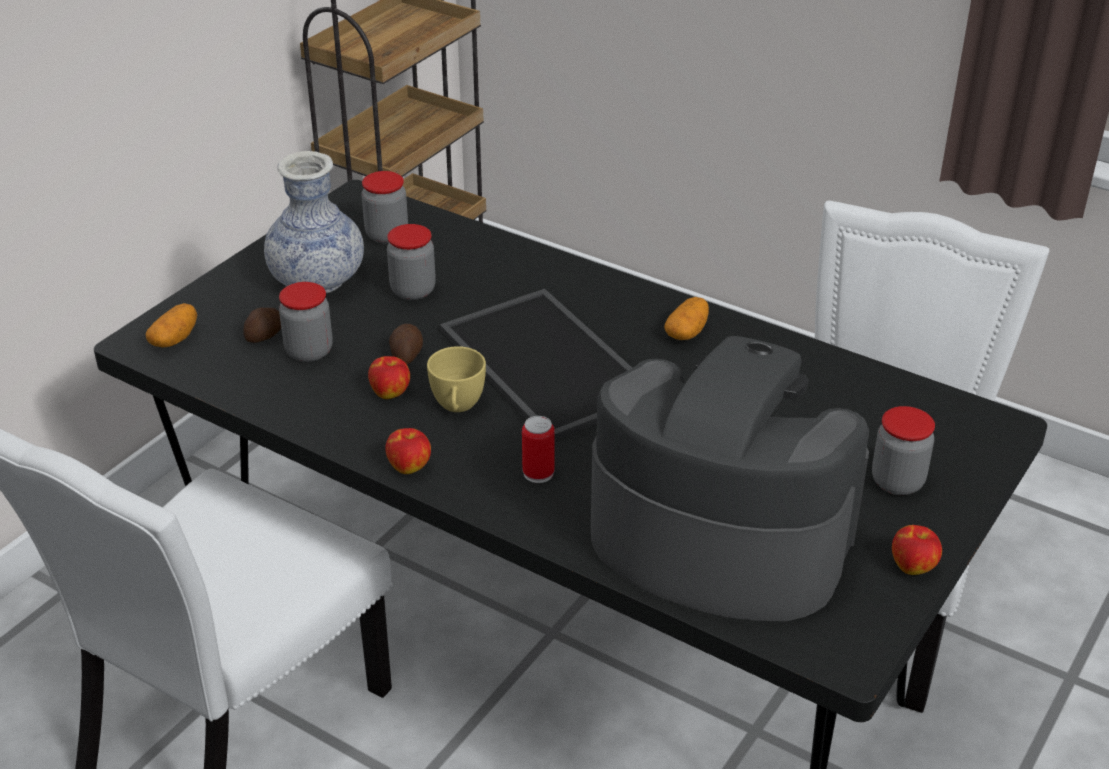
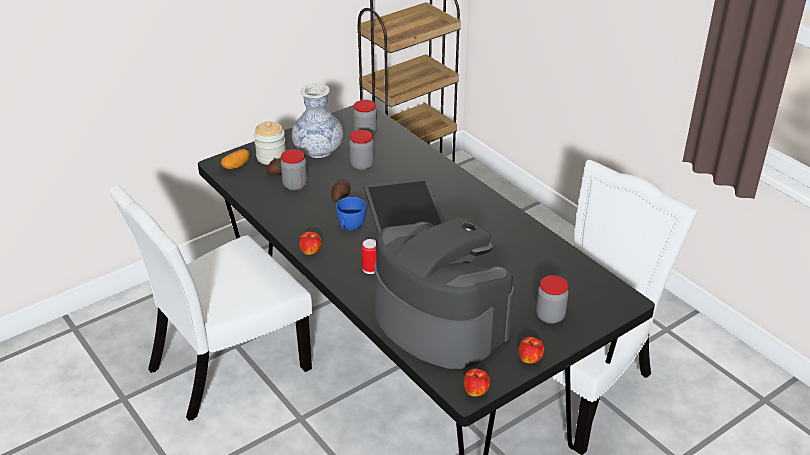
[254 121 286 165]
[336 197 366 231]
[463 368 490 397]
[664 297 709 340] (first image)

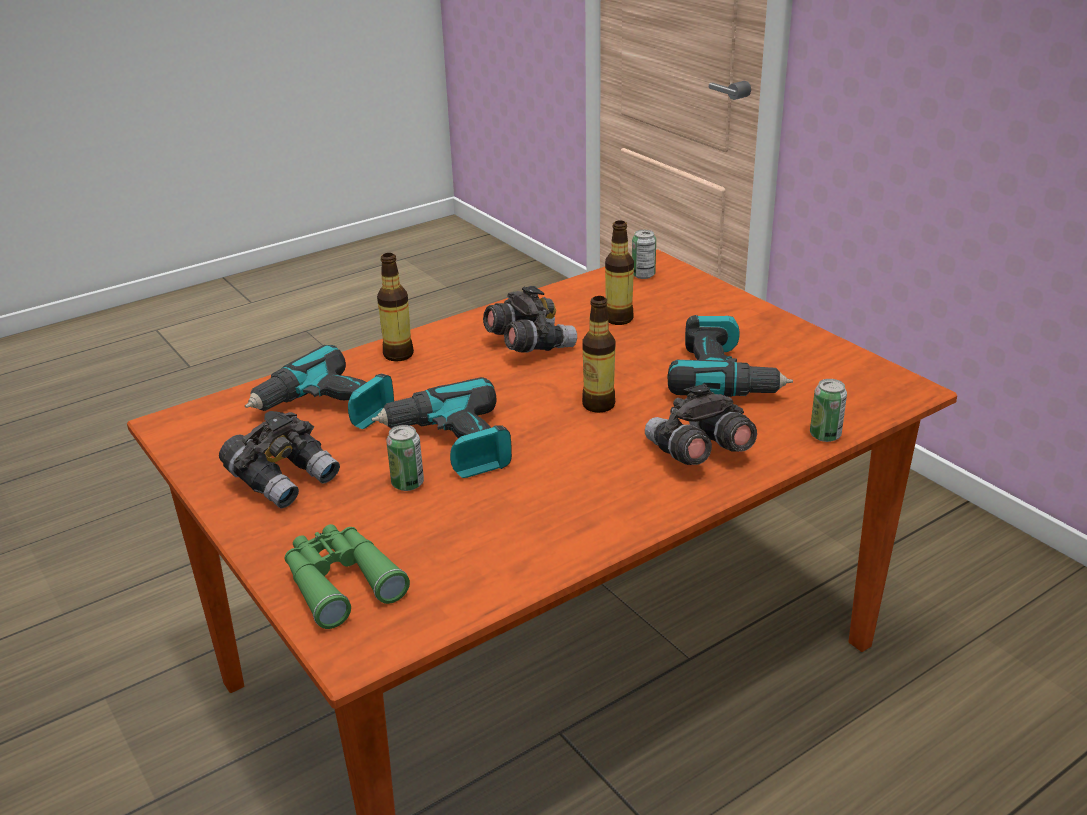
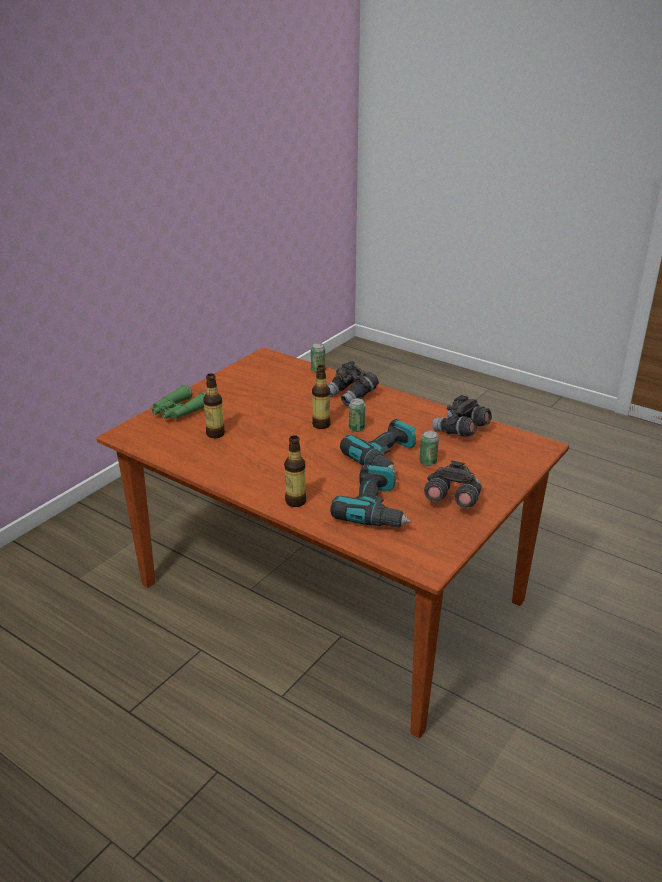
[152 385 206 419]
[349 398 366 432]
[432 395 492 437]
[667 315 793 397] (first image)

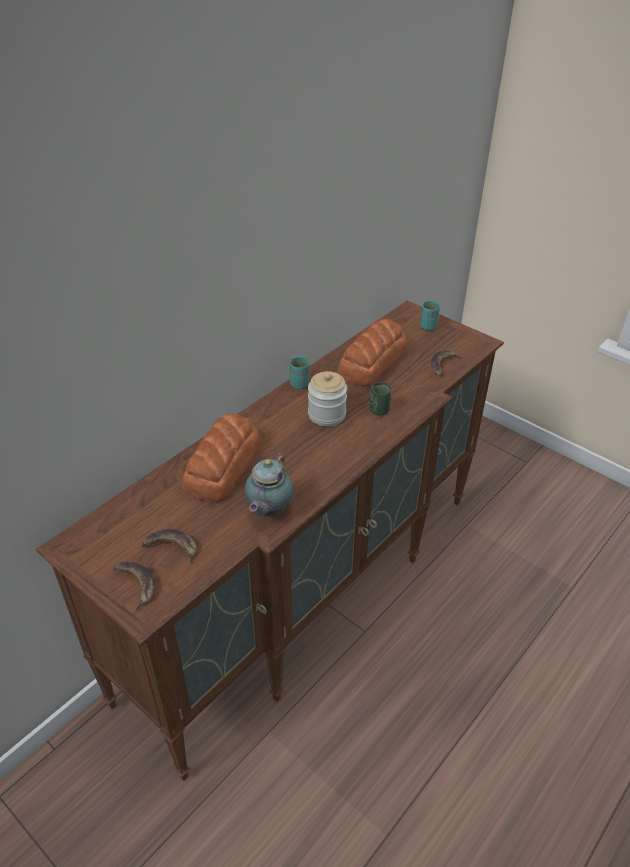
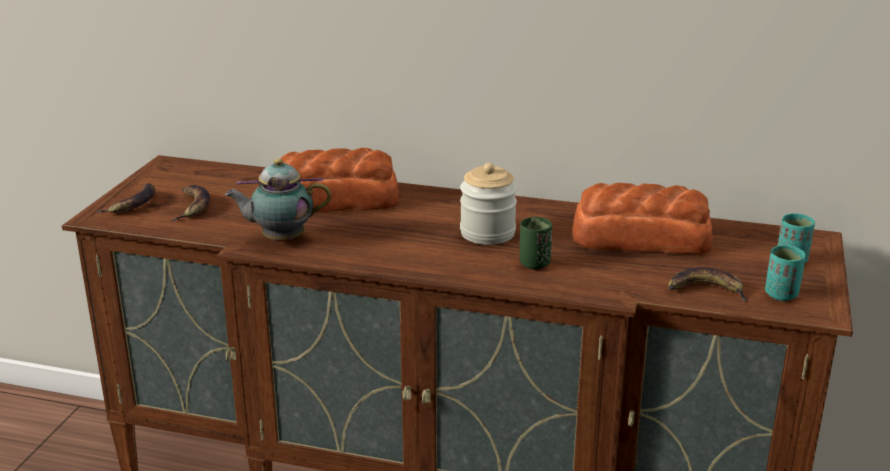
[765 245 806 301]

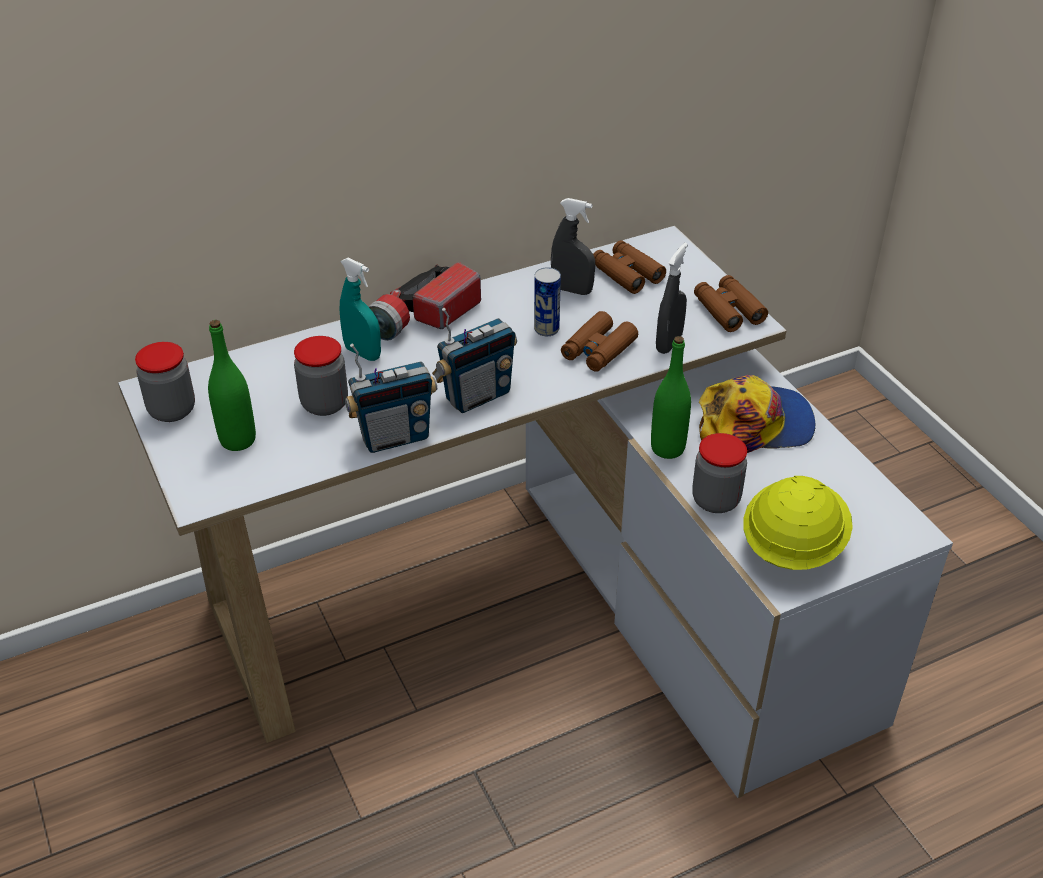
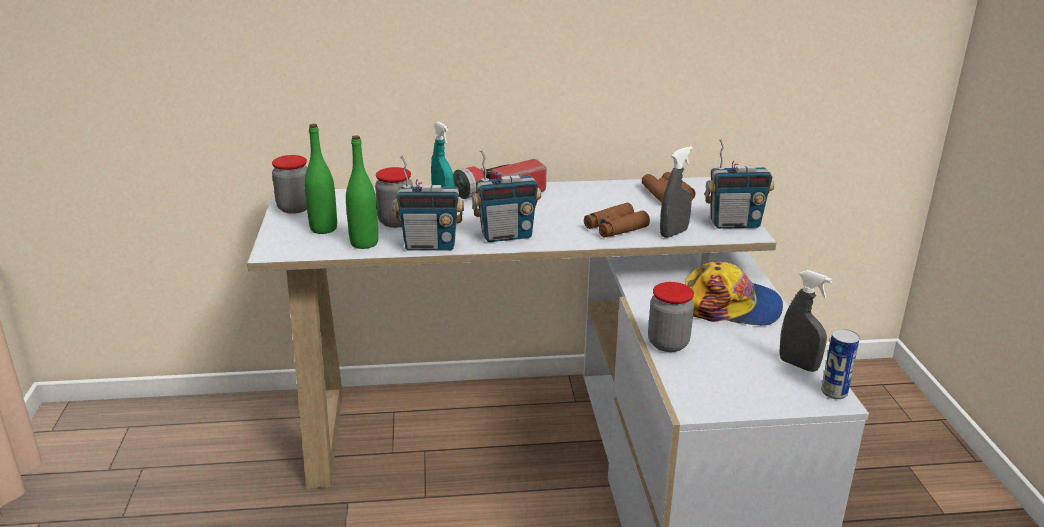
[346 135 378 249]
[704 138 774 229]
[779 270 832 372]
[821 329 860 399]
[743 476 853 570] (first image)

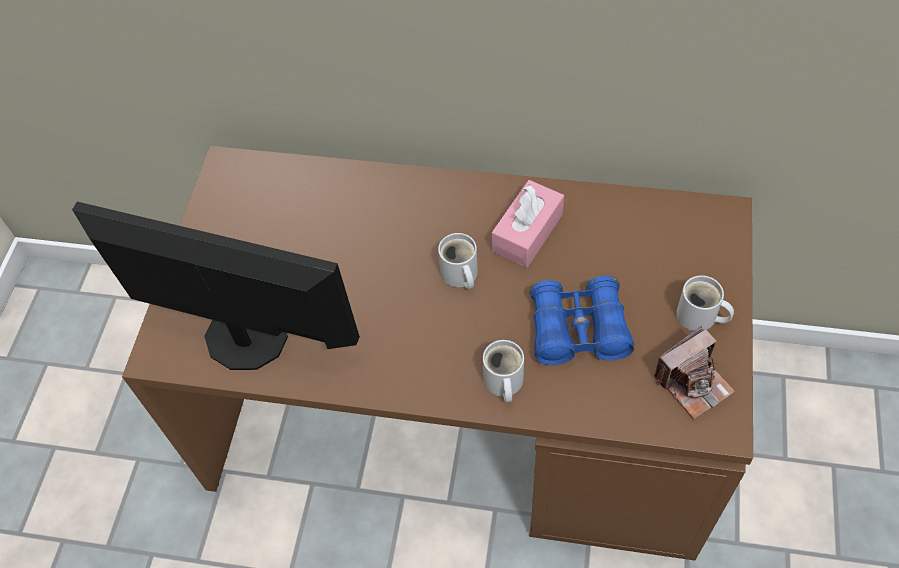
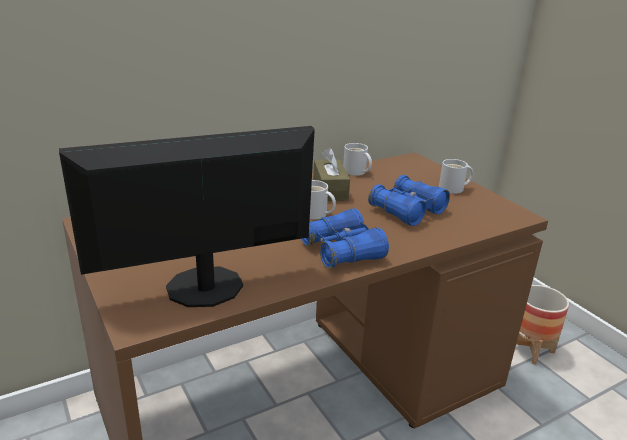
[301 209 389 269]
[313 148 350 201]
[343 143 372 176]
[516 285 569 365]
[654 326 735 419] (first image)

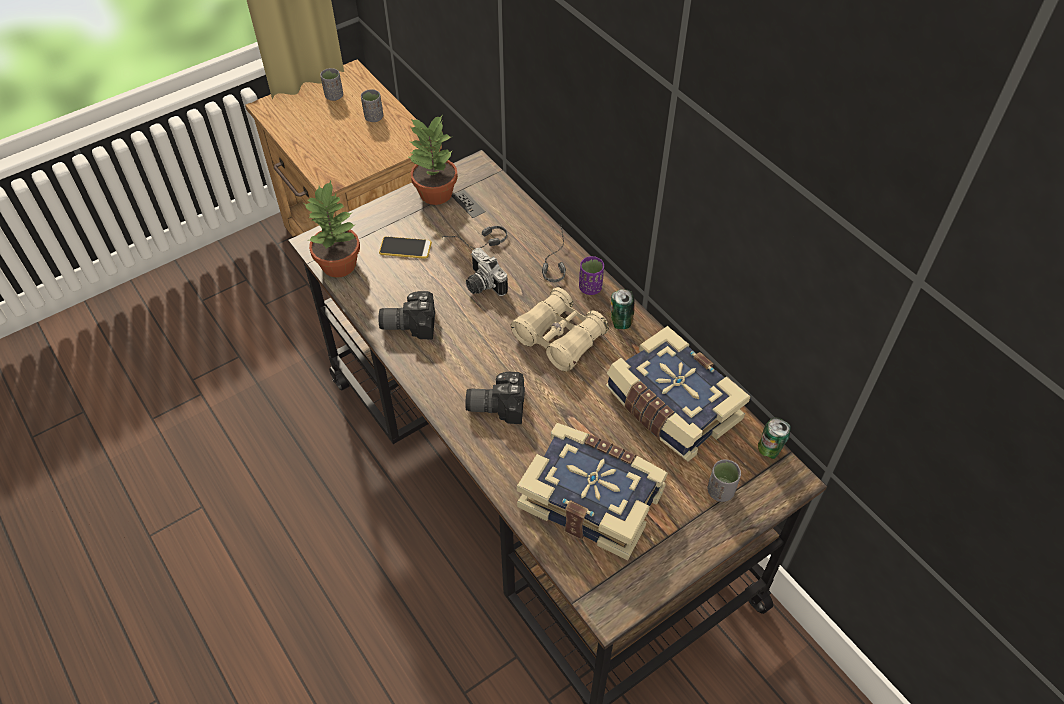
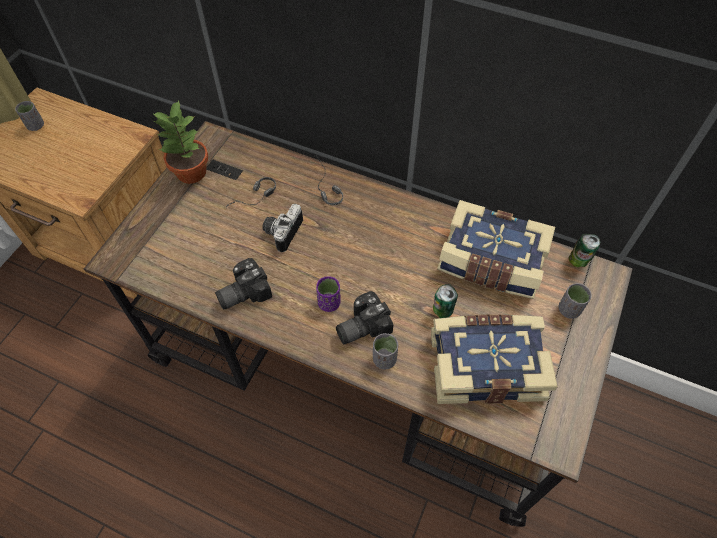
[262 204 303 252]
[316 276 340 312]
[373 333 398 369]
[433 284 458 318]
[303 180 360 278] (first image)
[379 236 432 259] (first image)
[511 287 609 372] (first image)

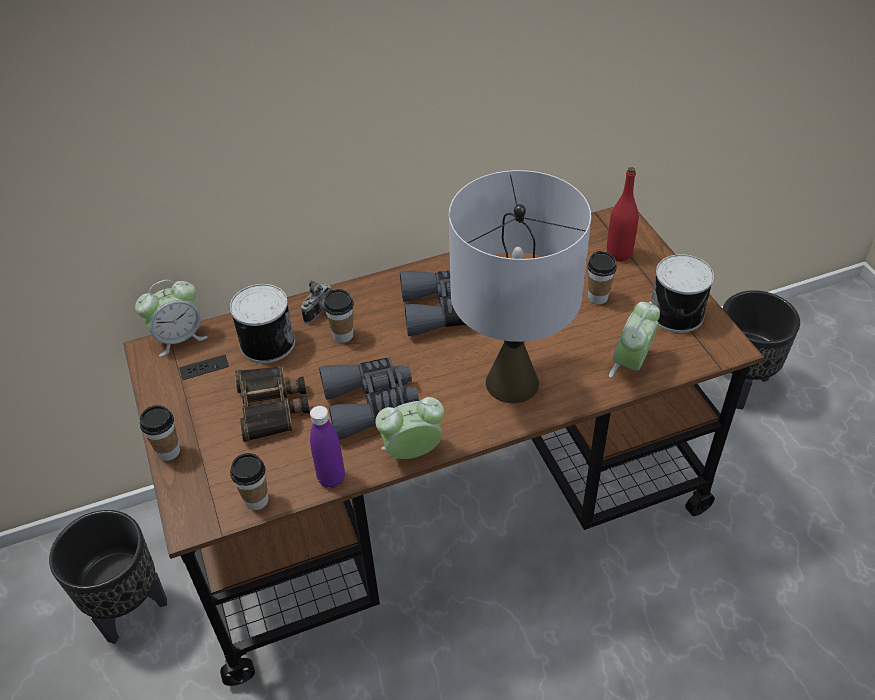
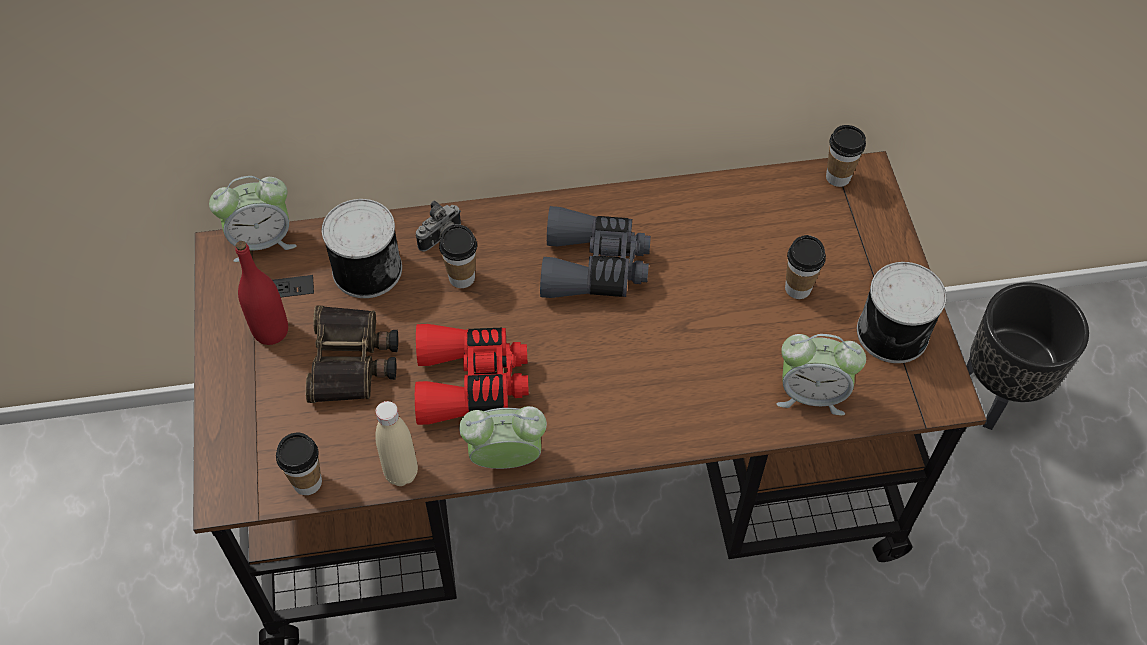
[235 241 288 345]
[375 401 418 486]
[415 324 529 425]
[777 334 866 415]
[826 125 866 187]
[49 510 167 644] (first image)
[449 170 591 403] (first image)

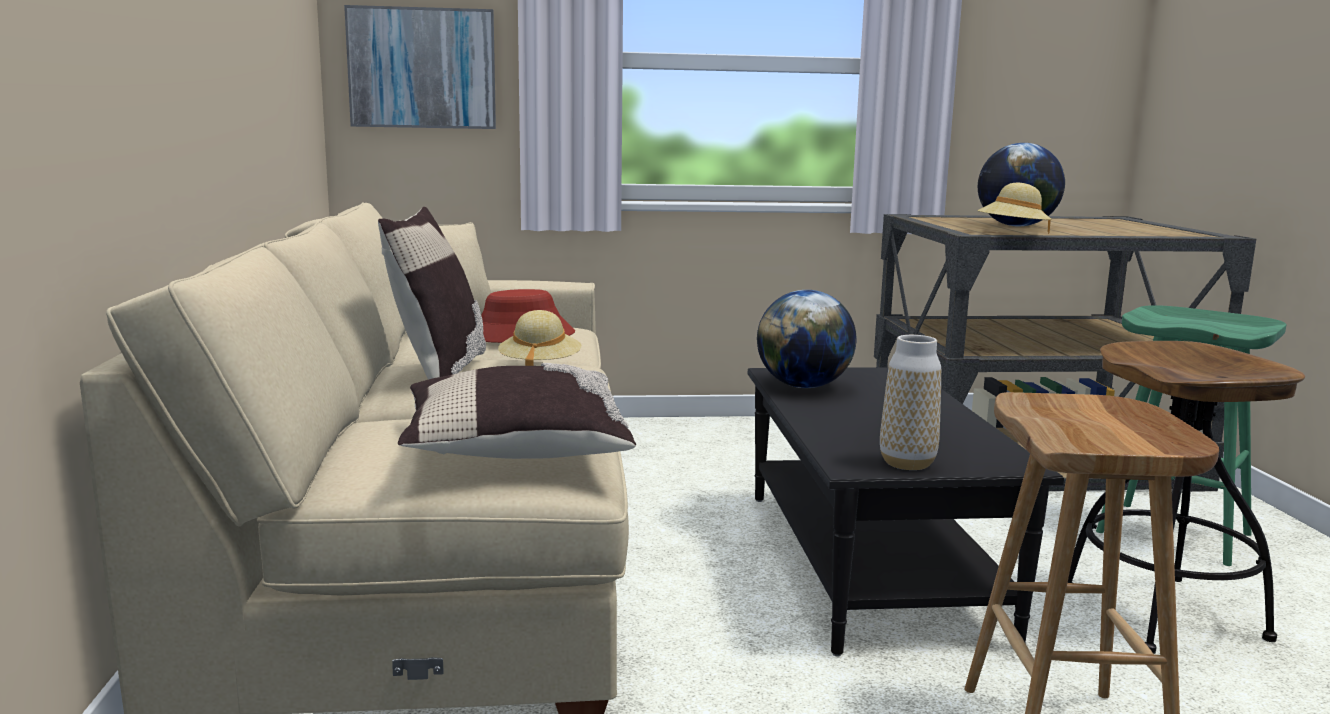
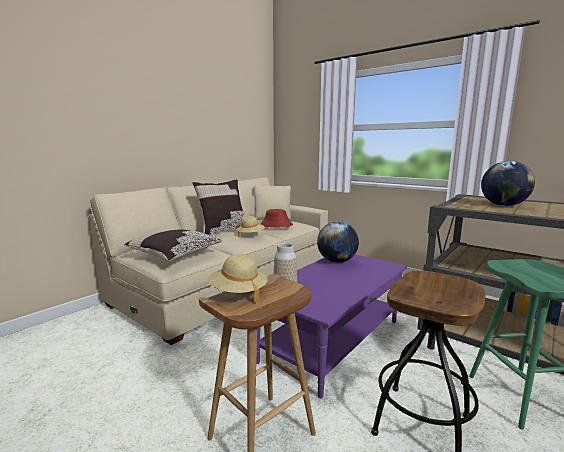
[208 254 268 302]
[256 254 407 399]
[344 5 496 129] (first image)

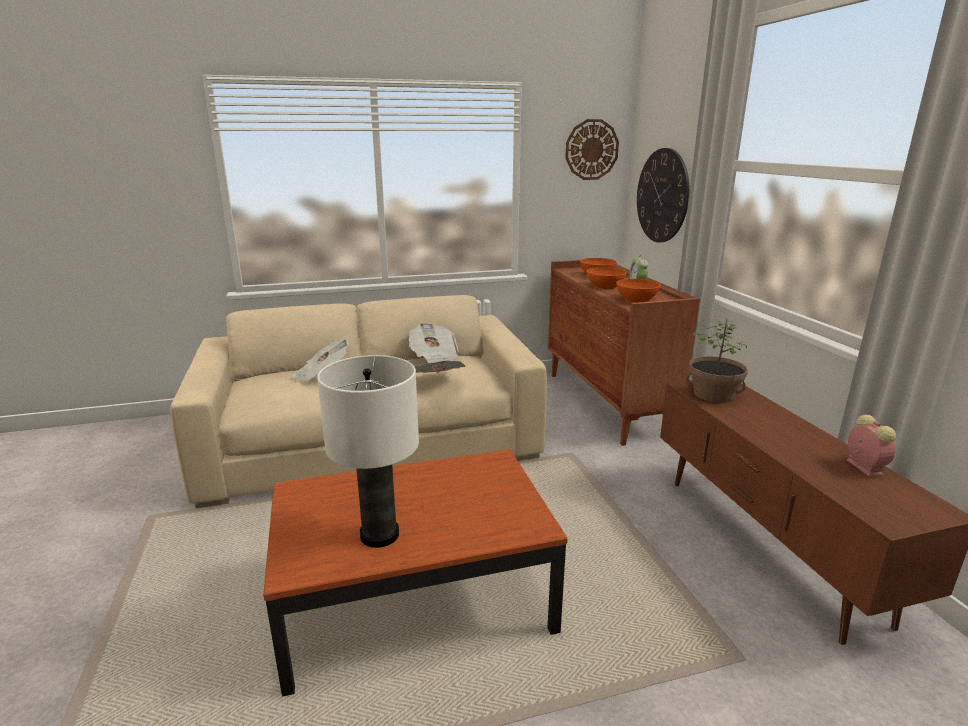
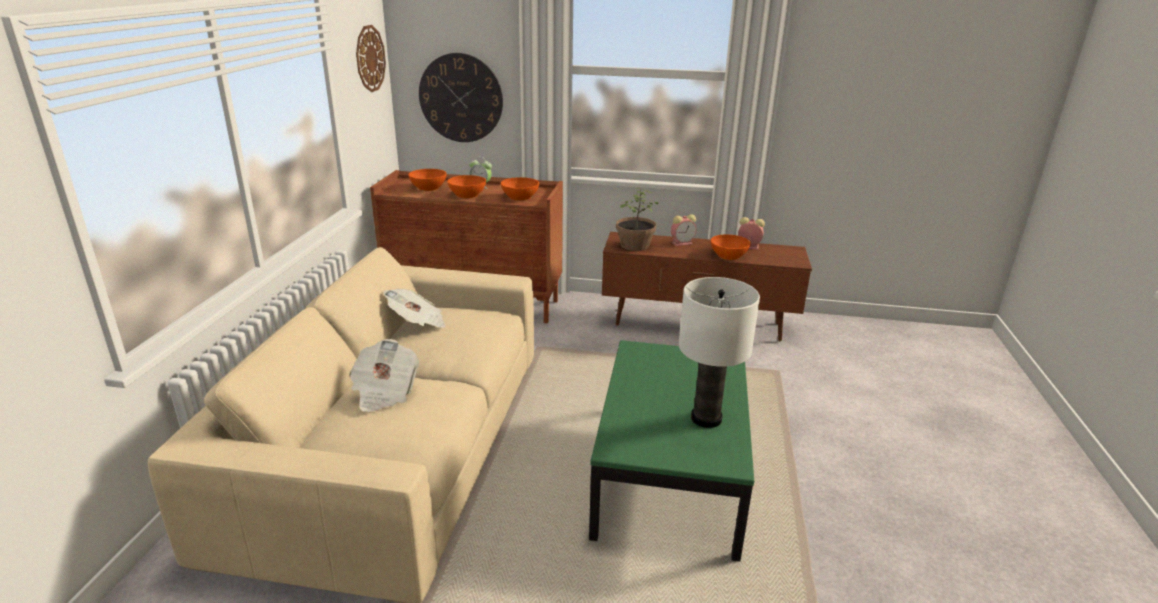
[589 340 754 562]
[671 214 697 246]
[711 234 751 260]
[414 361 465 373] (first image)

